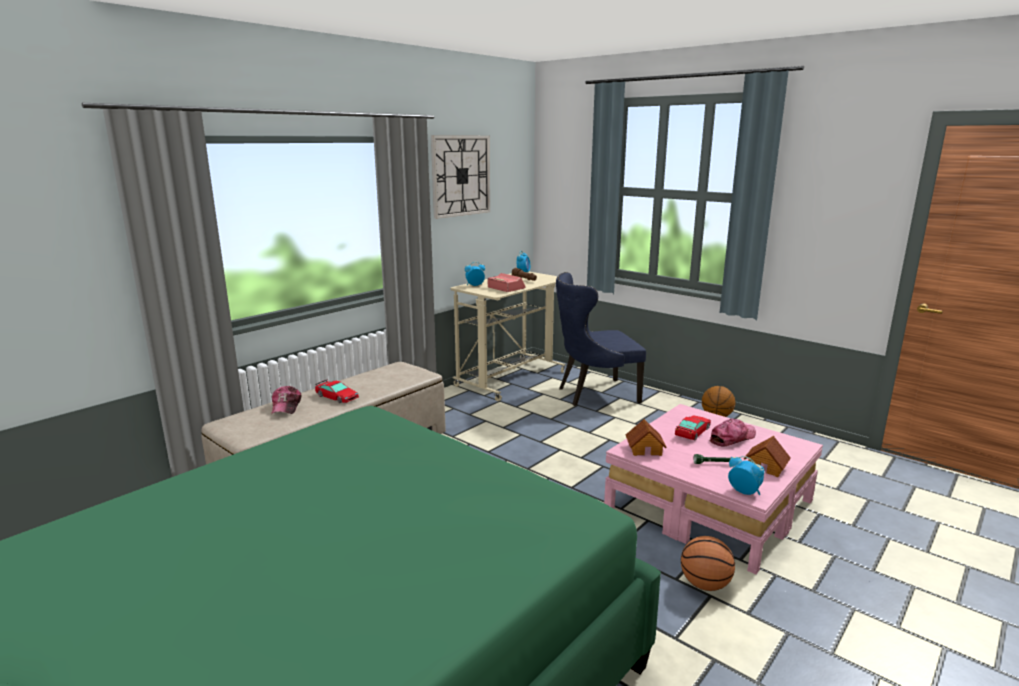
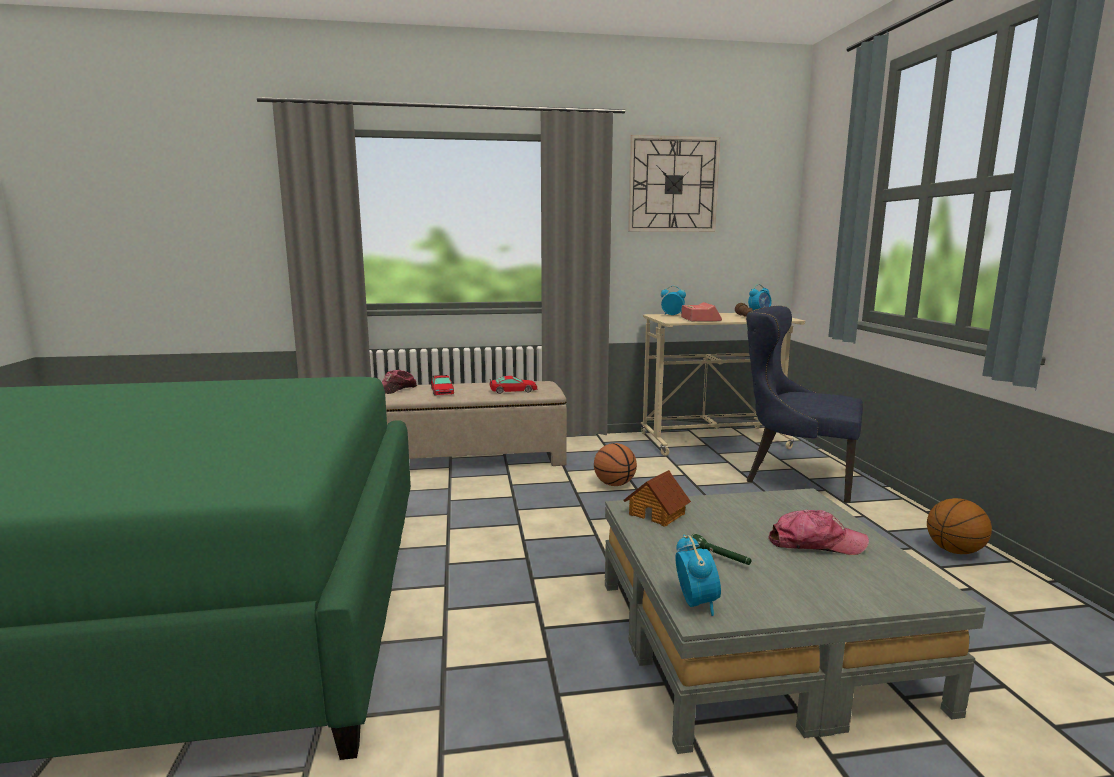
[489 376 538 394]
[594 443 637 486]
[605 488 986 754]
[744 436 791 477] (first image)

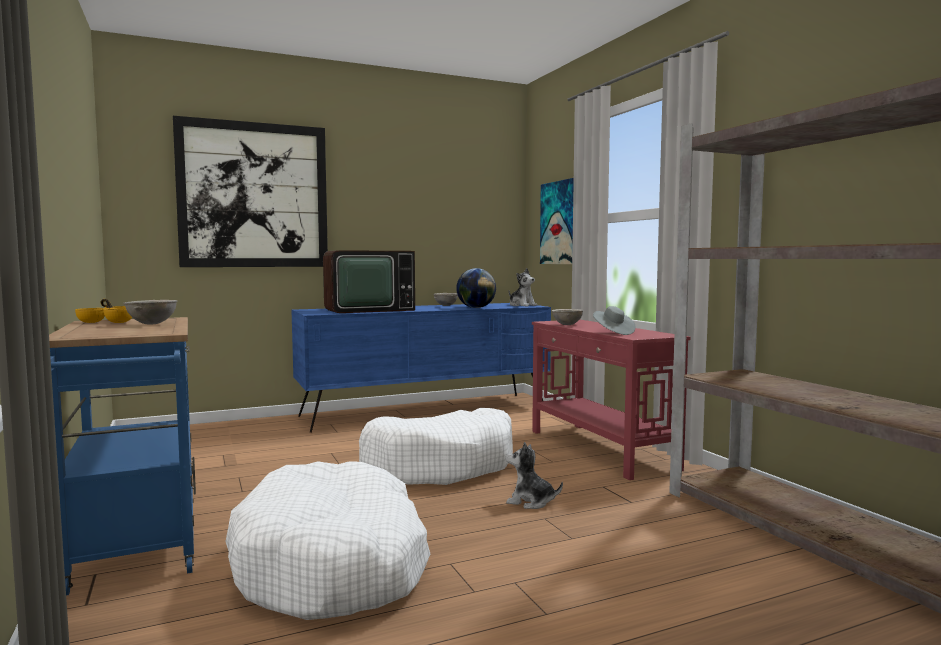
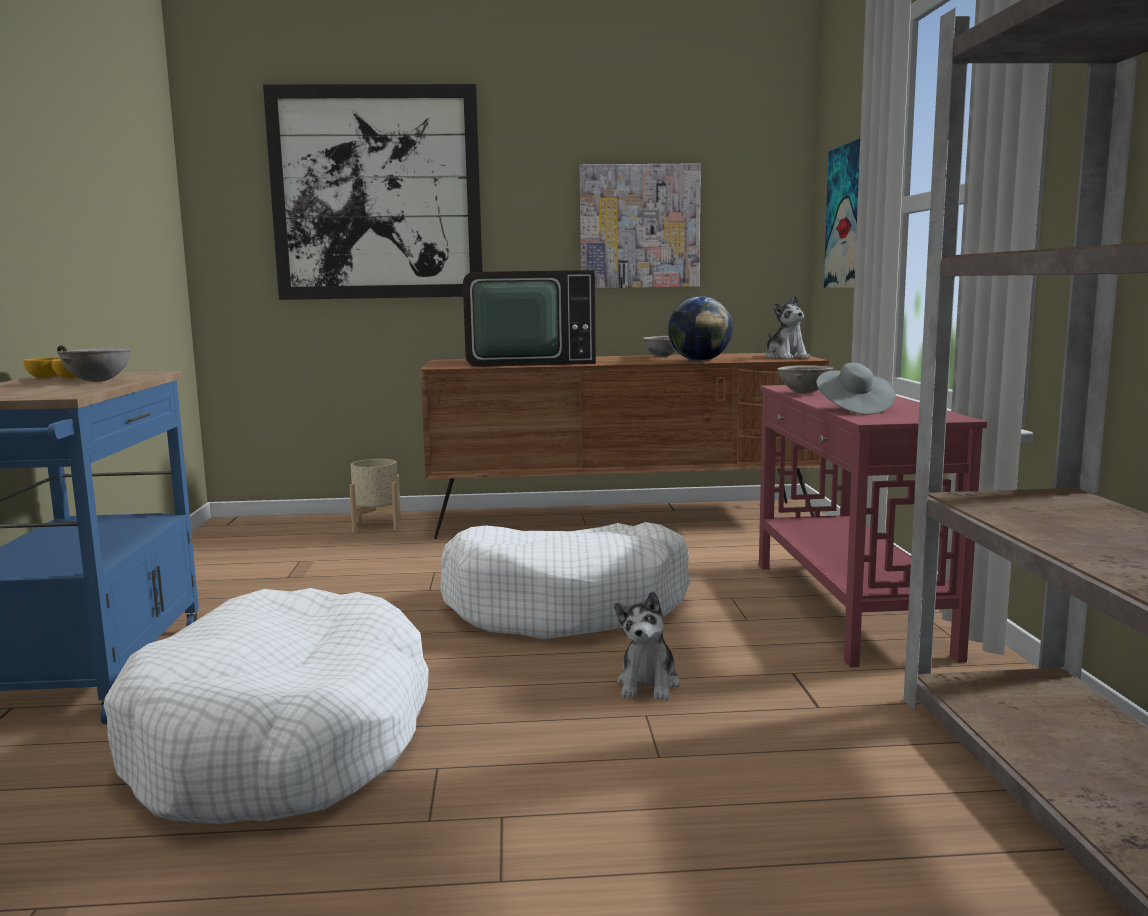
[349 459 401 533]
[420 353 830 539]
[580 163 701 288]
[614 591 680 701]

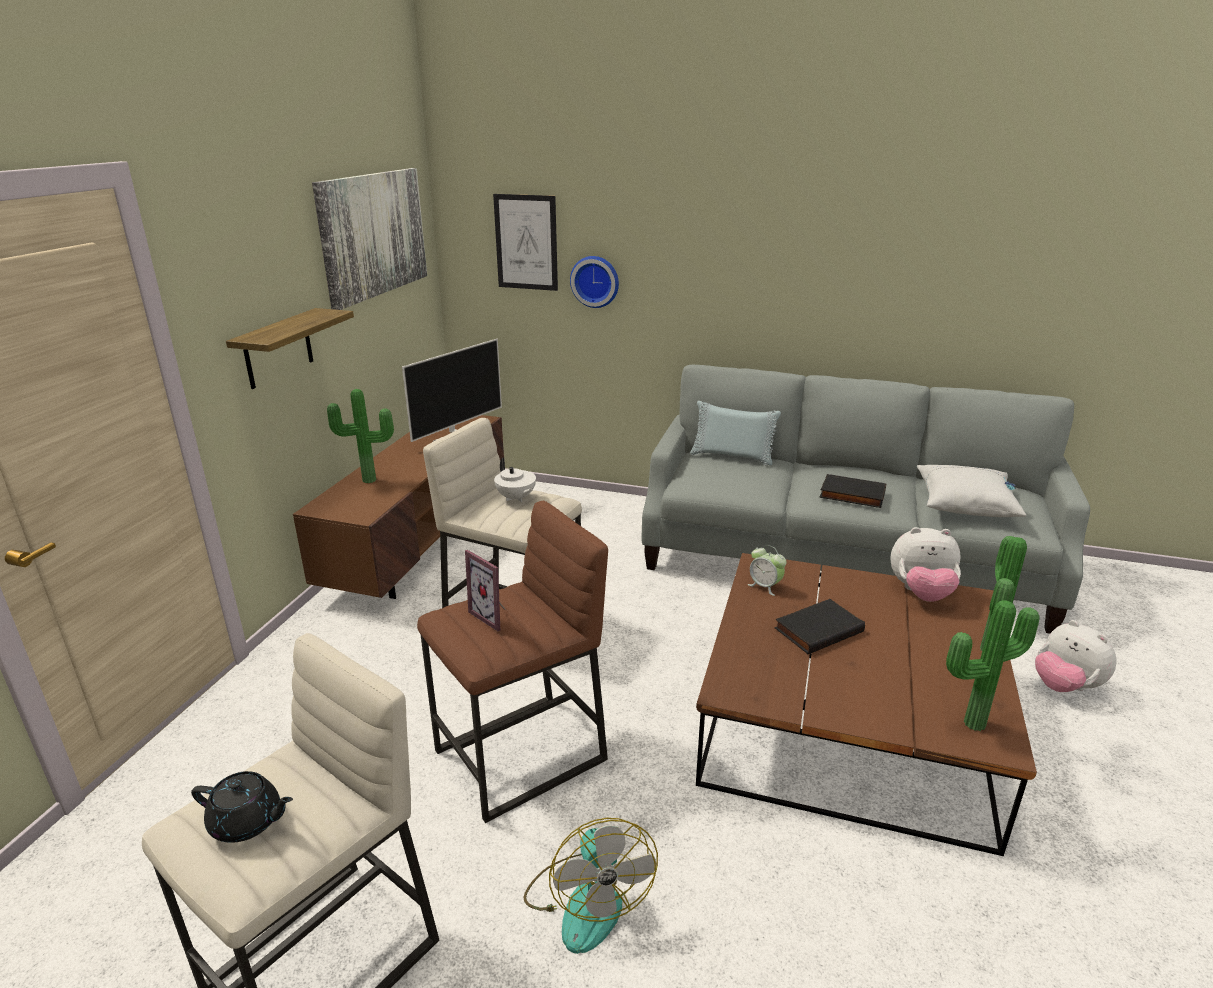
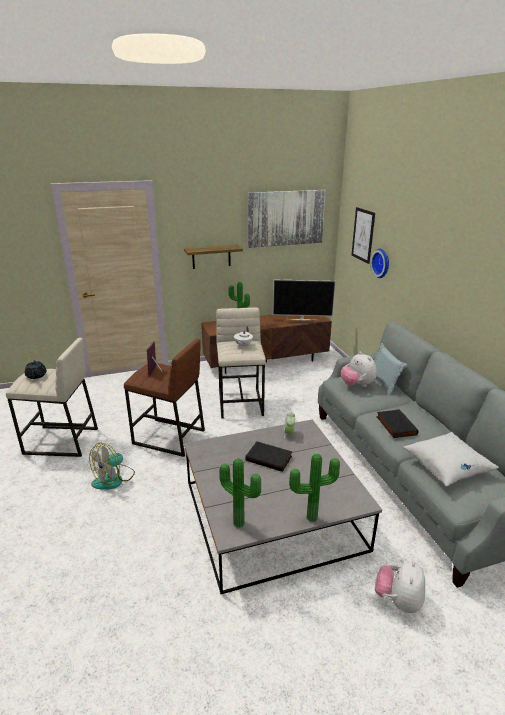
[184 420 382 594]
[341 352 377 387]

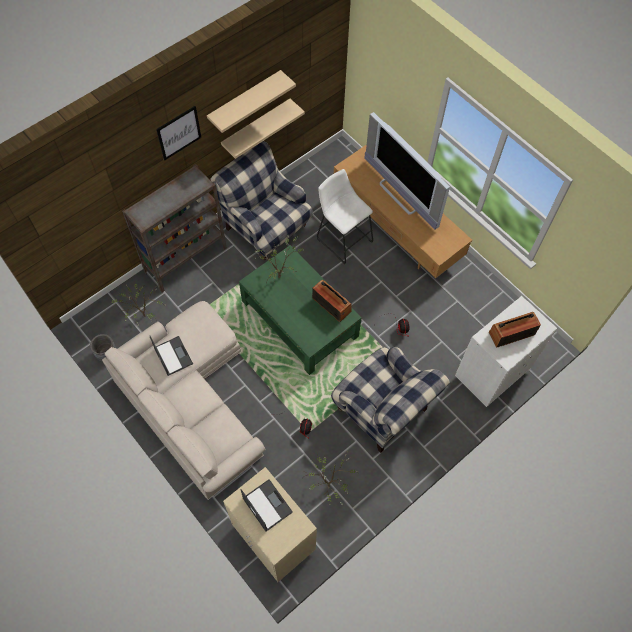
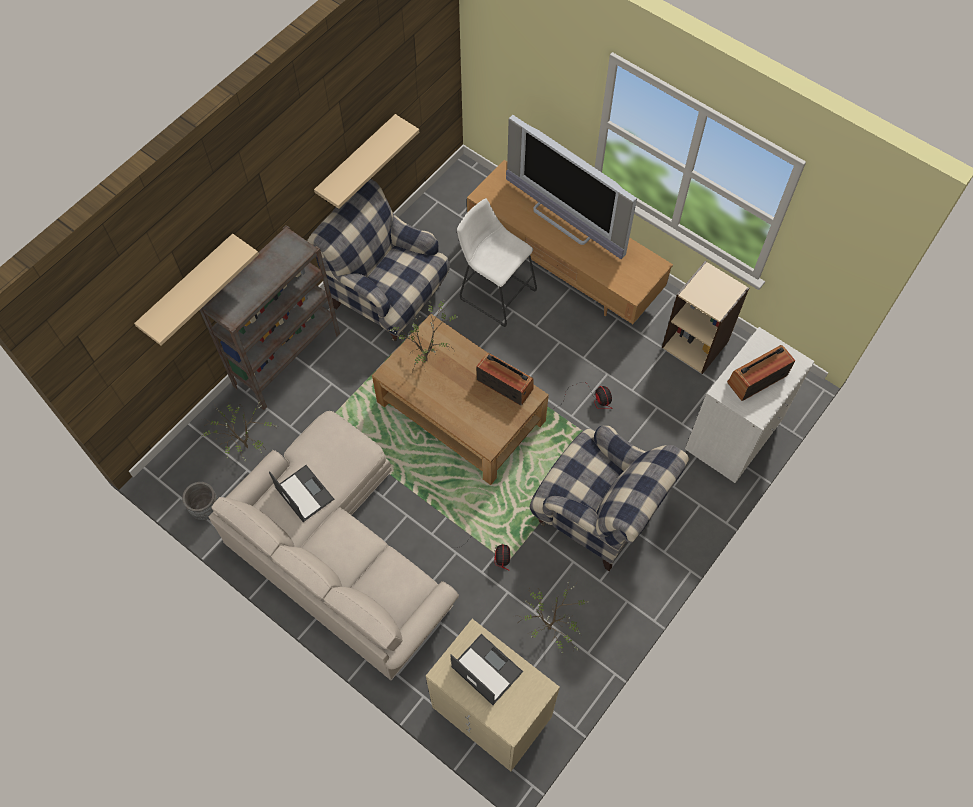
[134 234 259 346]
[372 314 549 485]
[662 261 749 374]
[156 106 201 160] (first image)

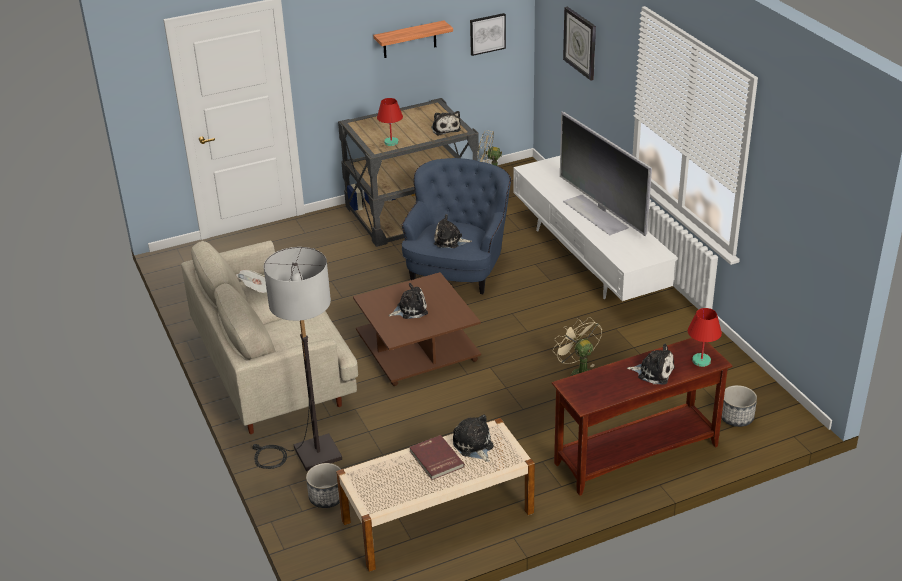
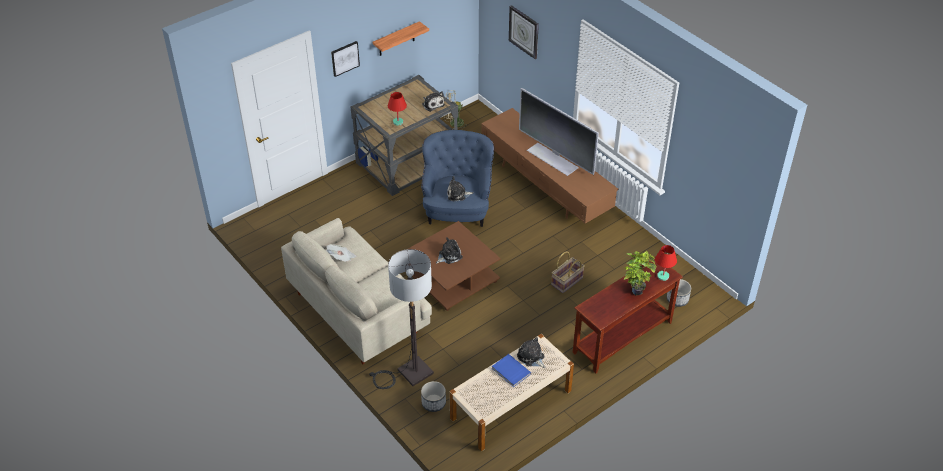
[331 41 360 77]
[481 108 618 224]
[492 354 531 387]
[551 251 585 293]
[624 251 657 296]

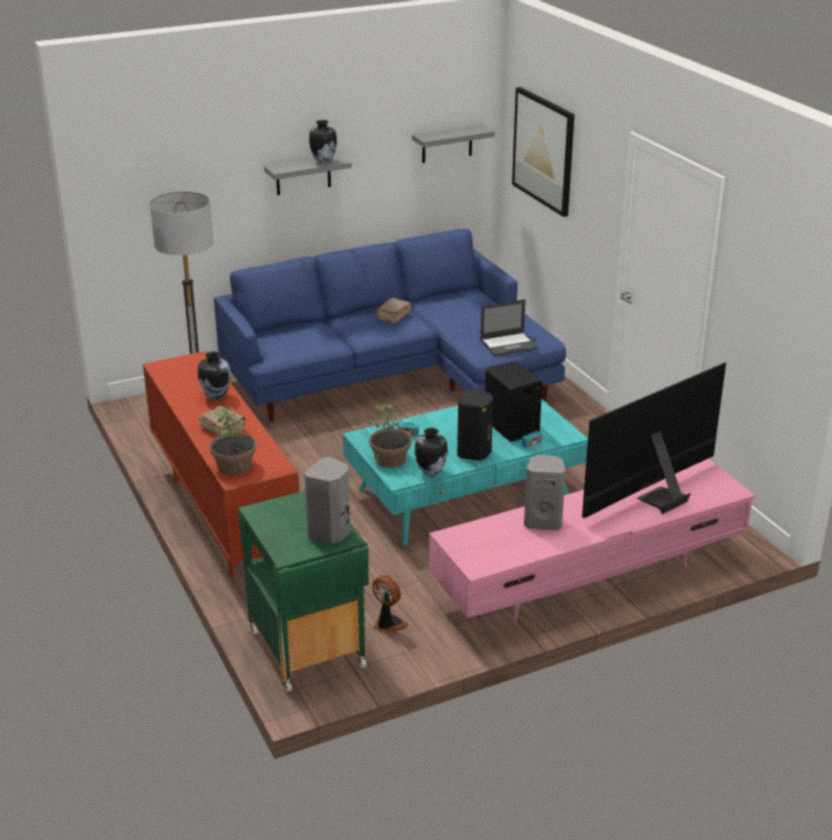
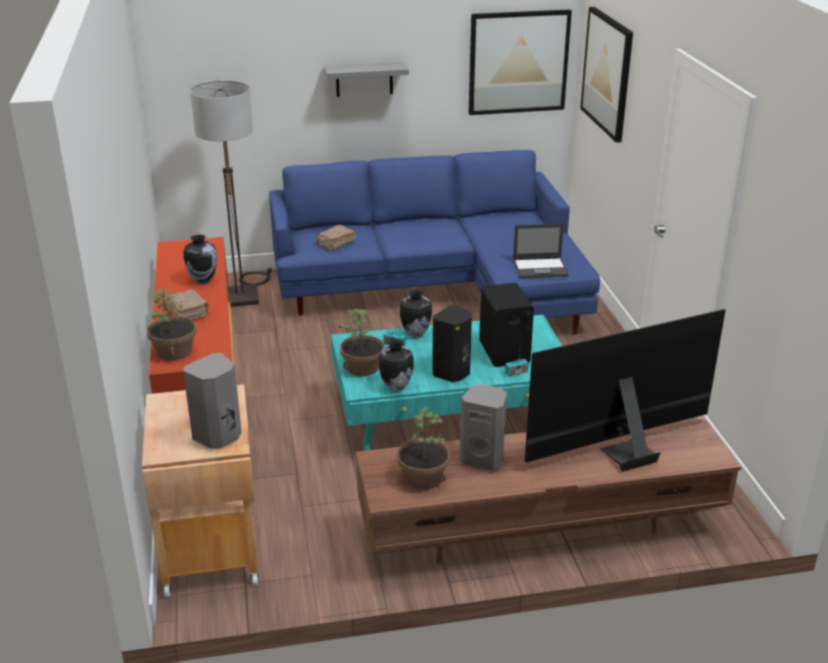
[142 384 260 598]
[317 225 356 251]
[356 415 741 564]
[397 407 450 490]
[400 290 432 338]
[468 9 572 115]
[372 575 408 633] (first image)

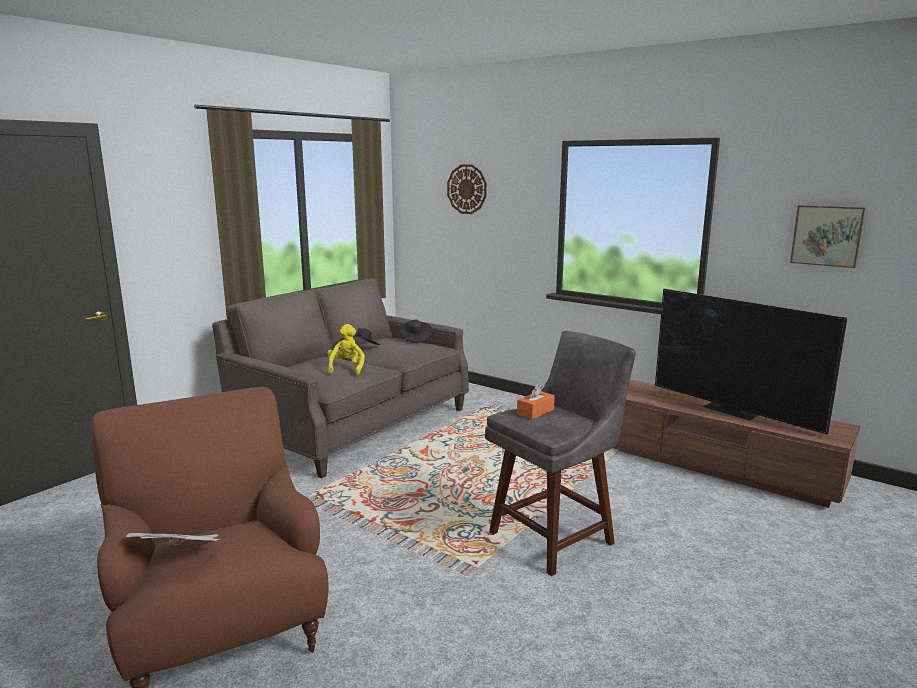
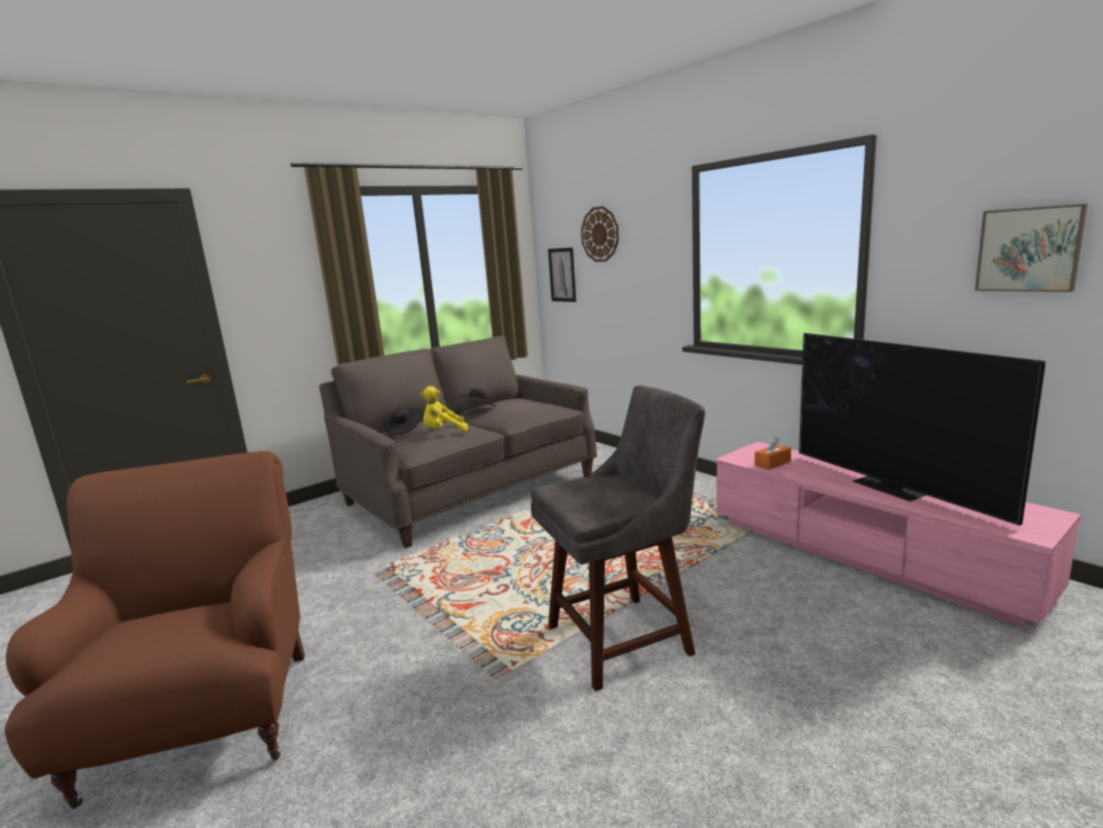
[383 406 422 435]
[420 386 468 431]
[548 248 576 302]
[715 441 1081 628]
[755 437 791 470]
[126 533 220 546] (first image)

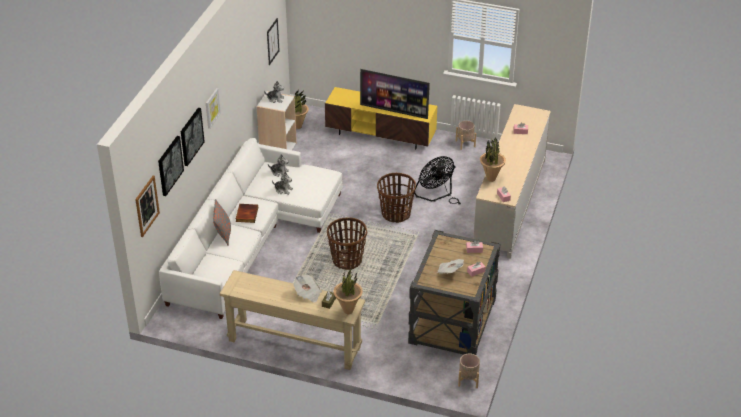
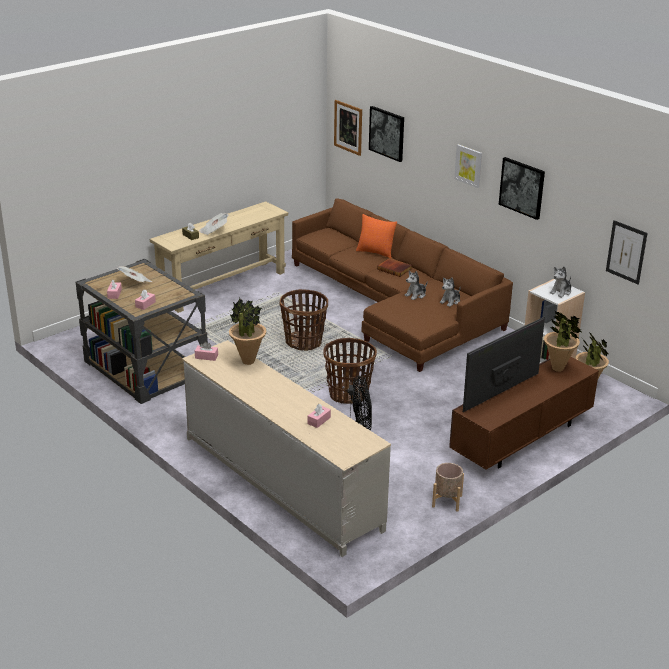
[292 198 513 372]
[356 214 397 258]
[449 357 599 470]
[499 157 545 220]
[544 310 583 372]
[458 353 480 388] (first image)

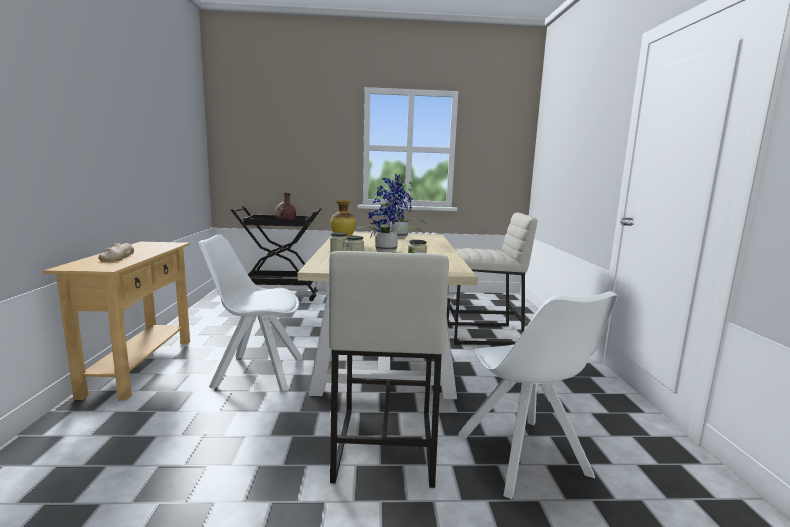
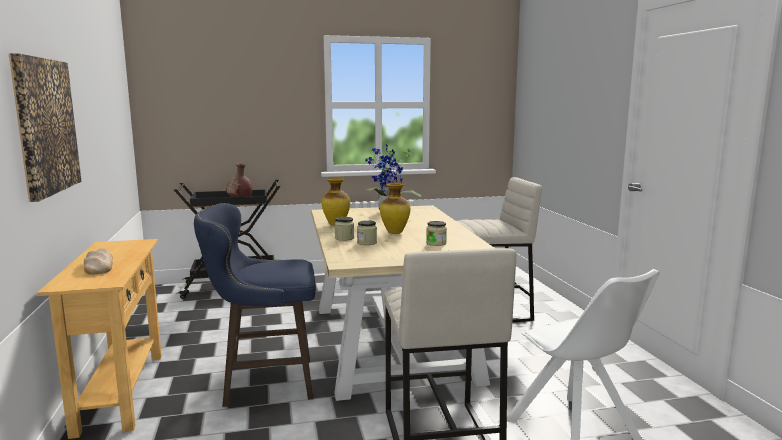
[8 53 81 202]
[194 203 316 407]
[380 182 410 234]

